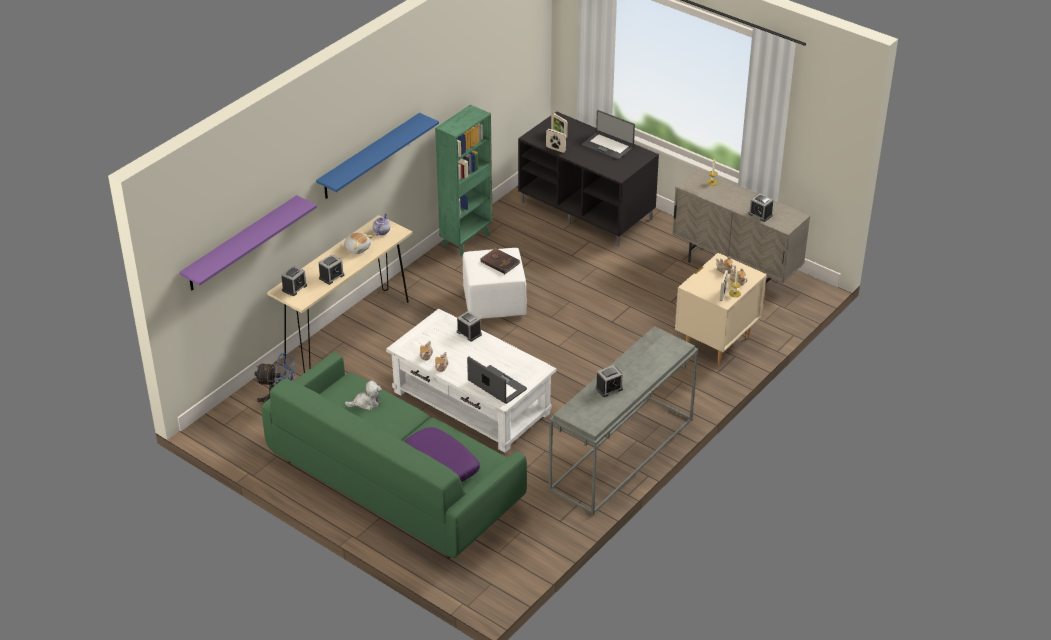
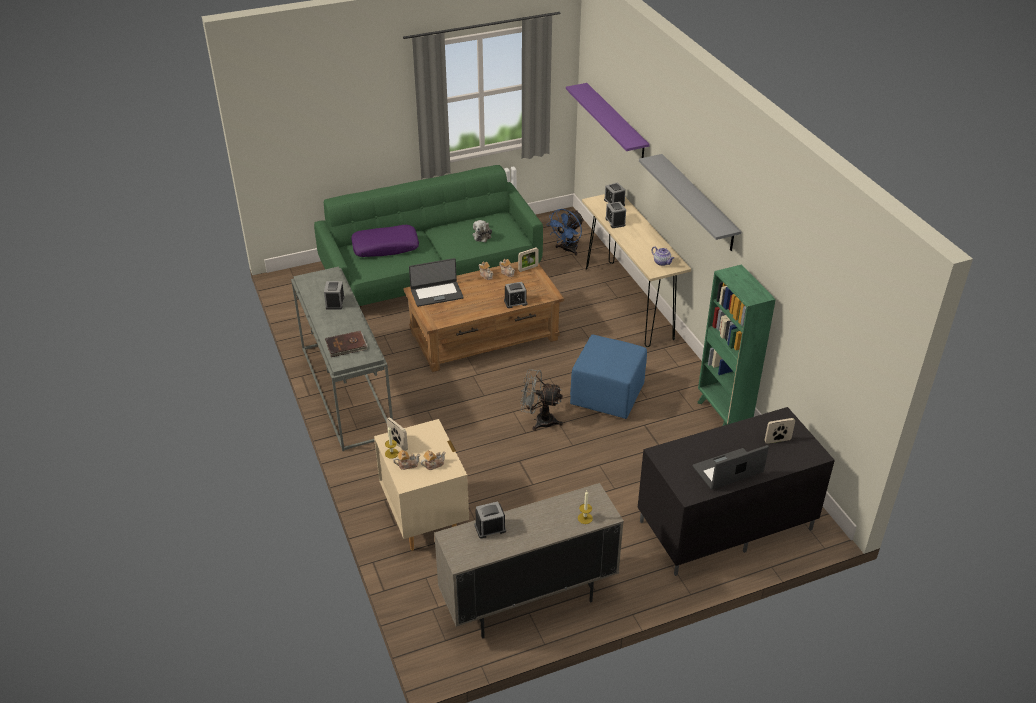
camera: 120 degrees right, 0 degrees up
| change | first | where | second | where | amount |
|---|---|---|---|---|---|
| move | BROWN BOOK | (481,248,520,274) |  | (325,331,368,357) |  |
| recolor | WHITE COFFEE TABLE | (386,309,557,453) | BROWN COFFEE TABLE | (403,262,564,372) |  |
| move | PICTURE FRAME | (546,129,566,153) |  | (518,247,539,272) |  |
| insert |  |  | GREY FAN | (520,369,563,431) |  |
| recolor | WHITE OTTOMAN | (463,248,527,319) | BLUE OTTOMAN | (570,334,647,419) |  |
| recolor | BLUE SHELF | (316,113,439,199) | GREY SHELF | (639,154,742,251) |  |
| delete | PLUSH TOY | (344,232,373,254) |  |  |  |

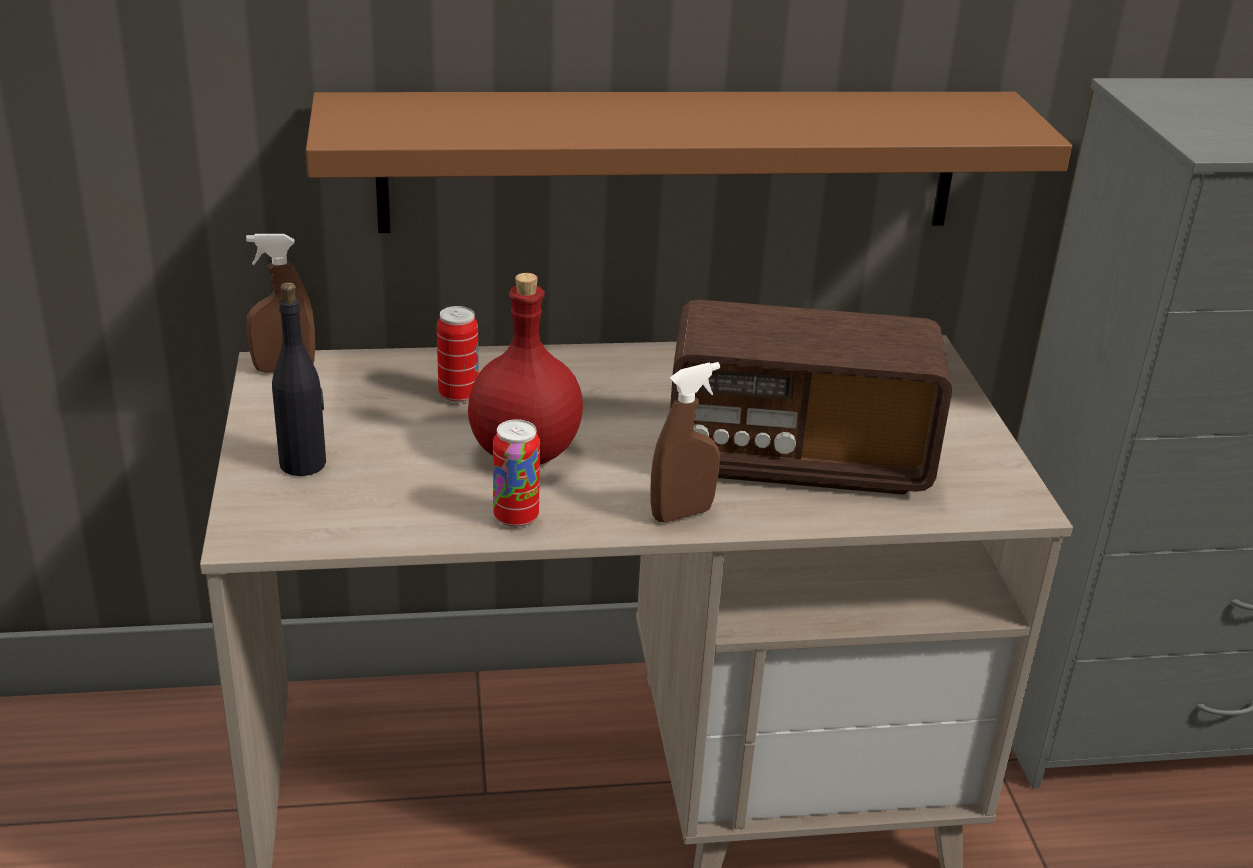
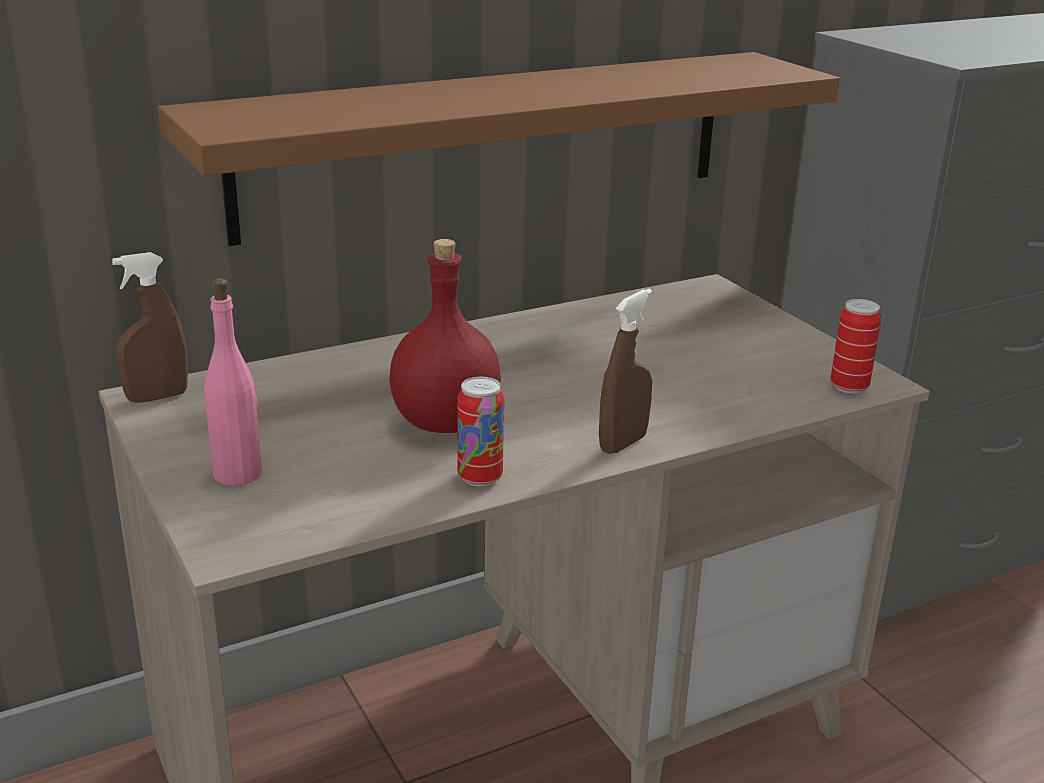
camera: 20 degrees left, 5 degrees down
| change | first | where | second | where | amount |
|---|---|---|---|---|---|
| recolor | BLACK BOTTLE | (272,282,326,476) | PINK BOTTLE | (204,278,262,486) |  |
| move | CAN | (437,306,479,403) |  | (830,299,881,394) |  |
| delete | RADIO | (670,300,952,495) |  |  |  |

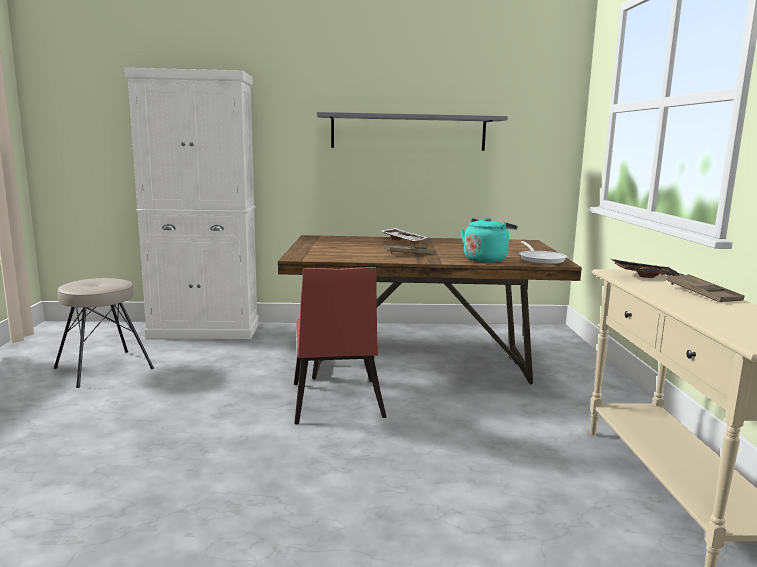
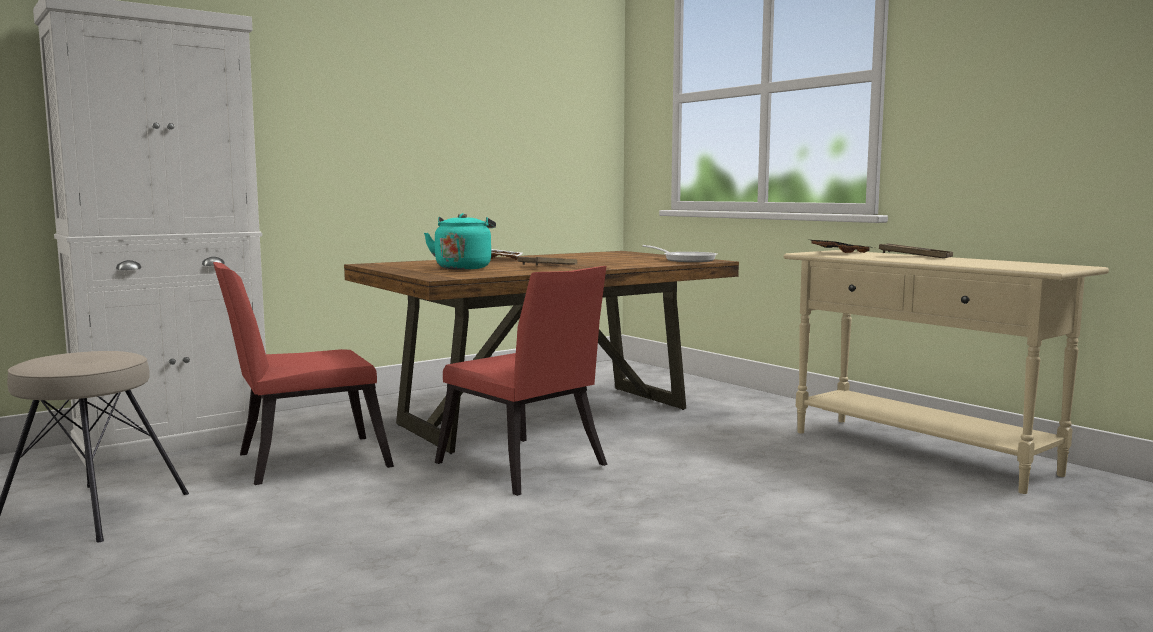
camera: 35 degrees left, 5 degrees down
| change | first | where | second | where | amount |
|---|---|---|---|---|---|
| insert |  |  | RED CHAIR | (213,262,394,485) |  |
| move | TURQUOISE KETTLE | (461,217,518,263) |  | (424,213,496,270) |  |
| delete | GREY SHELF | (317,112,508,151) |  |  |  |

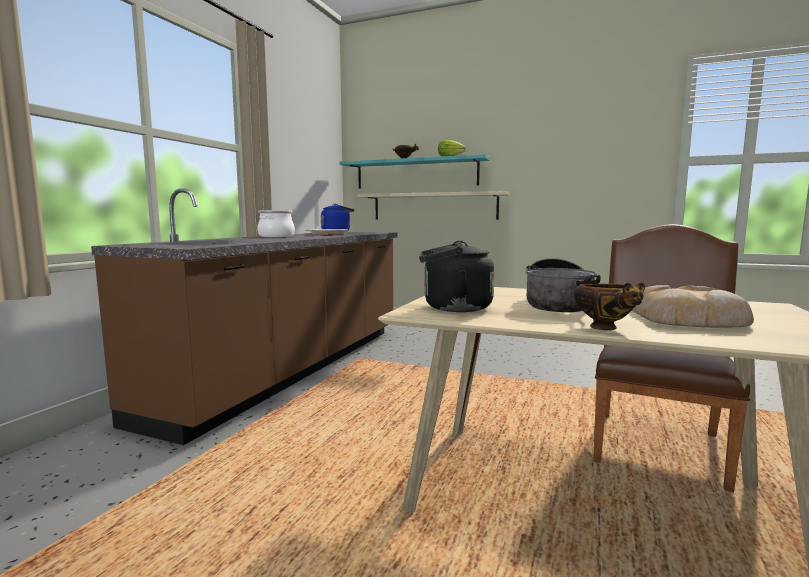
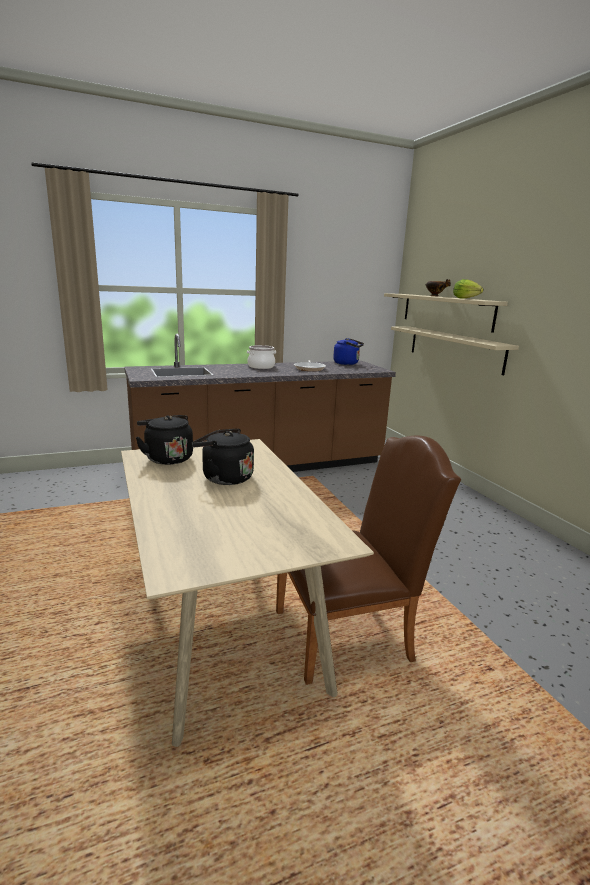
camera: 45 degrees right, 10 degrees up
| change | first | where | second | where | amount |
|---|---|---|---|---|---|
| replace | COOKING POT | (526,258,601,312) | BLACK KETTLE | (192,429,254,485) |  |
| recolor | TURQUOISE SHELF | (339,154,490,188) | BEIGE SHELF | (384,293,508,333) |  |
| delete | BOWL | (574,282,645,331) |  |  |  |
| delete | BREAD | (632,285,754,327) |  |  |  |

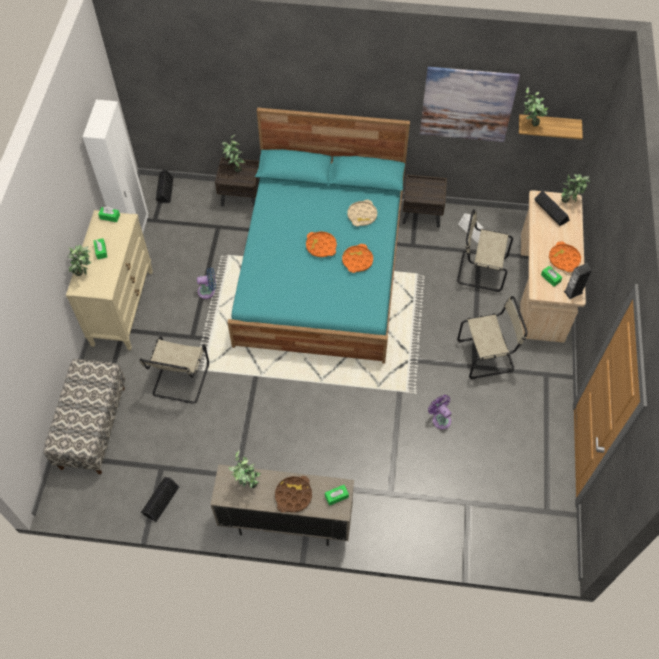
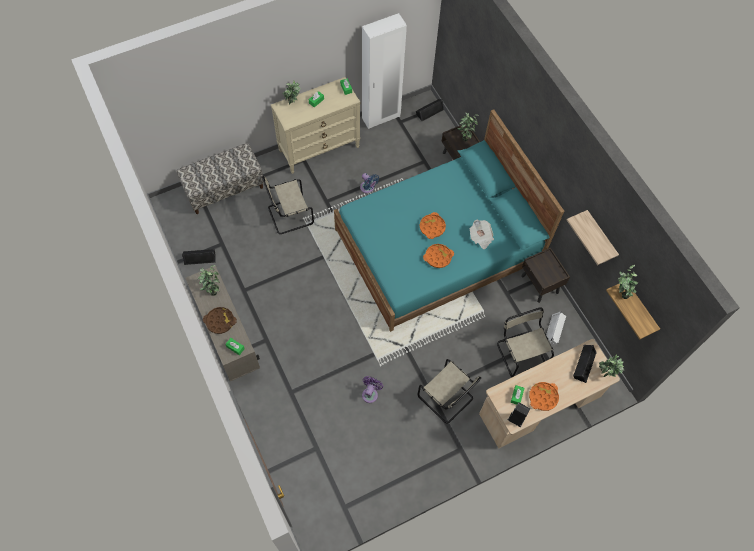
camera: 55 degrees right, 5 degrees up
| change | first | where | second | where | amount |
|---|---|---|---|---|---|
| replace | BEIGE TRAY | (347,200,377,226) | NEWSPAPER | (470,219,494,249) |  |
| replace | PICTURE | (420,67,520,142) | SHELF | (567,210,619,265) |  |

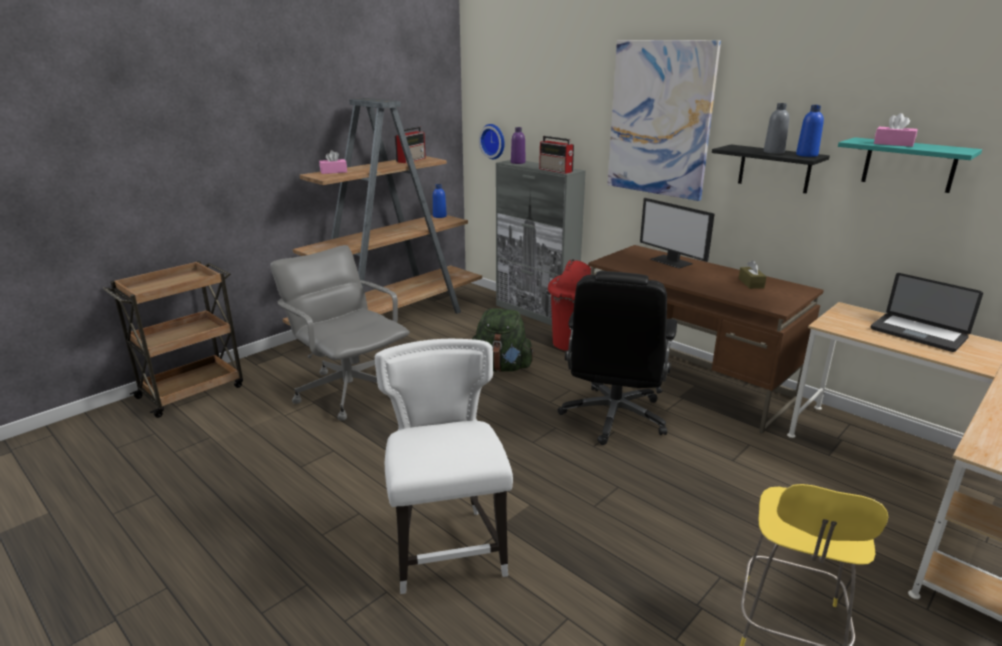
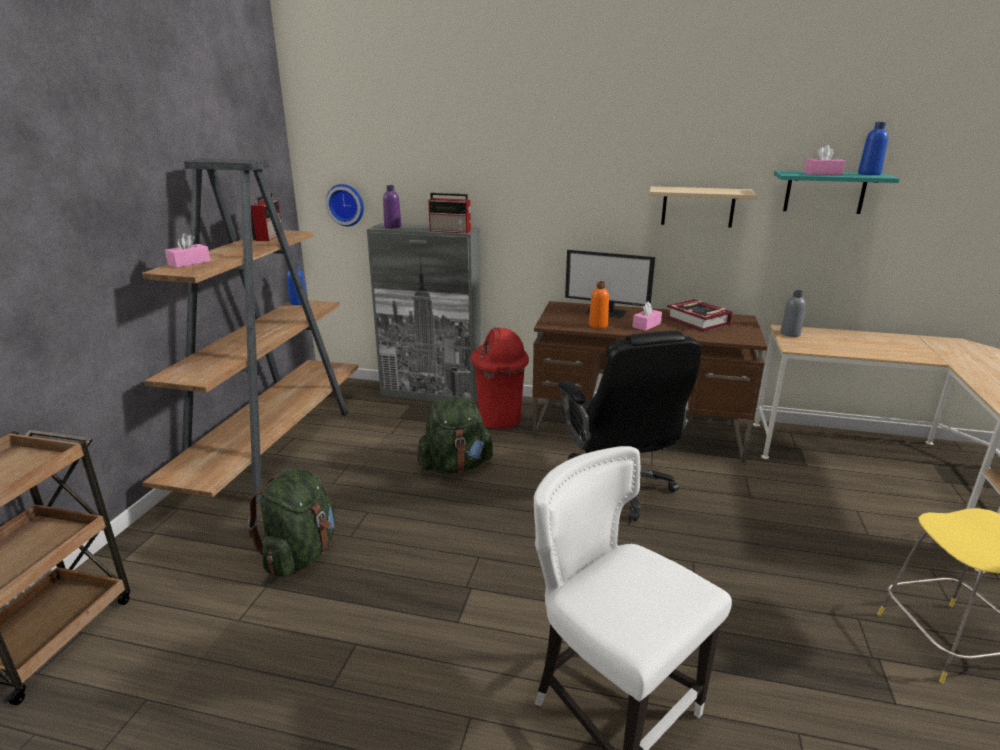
camera: 30 degrees left, 0 degrees up
| change | first | where | second | where | amount |
|---|---|---|---|---|---|
| replace | GREY OFFICE CHAIR | (270,245,410,421) | GREEN BACKPACK | (247,469,335,577) |  |
| insert |  |  | ORANGE BOTTLE | (589,281,609,328) |  |
| insert |  |  | PINK TISSUE BOX | (632,302,662,331) |  |
| recolor | BLACK SHELF | (712,144,830,193) | BEIGE SHELF | (649,186,757,228) |  |
| replace | BROWN TISSUE BOX | (739,260,766,289) | BOOK | (666,299,733,331) |  |
| move | GREY BOTTLE | (764,103,789,154) |  | (780,290,806,337) |  |
| move | BLUE BOTTLE | (796,105,824,157) |  | (858,122,888,175) |  |
| delete | PICTURE | (607,40,721,201) |  |  |  |
| delete | LAPTOP | (871,273,983,352) |  |  |  |

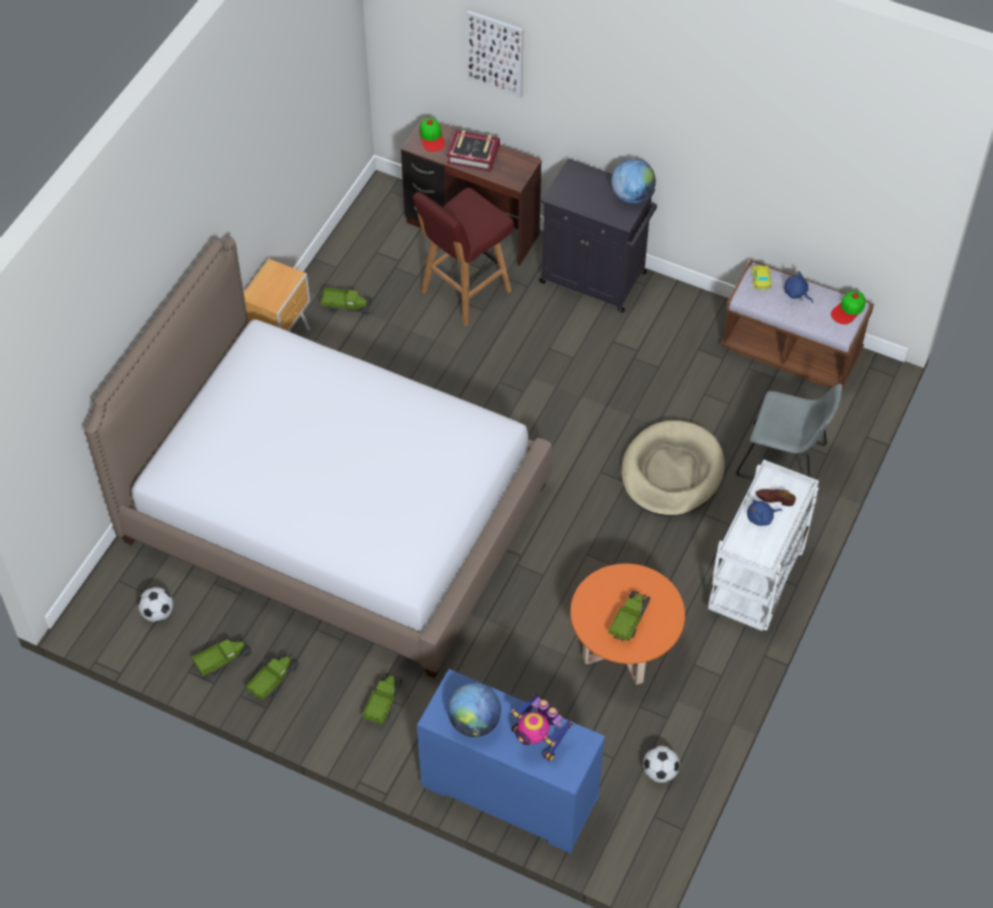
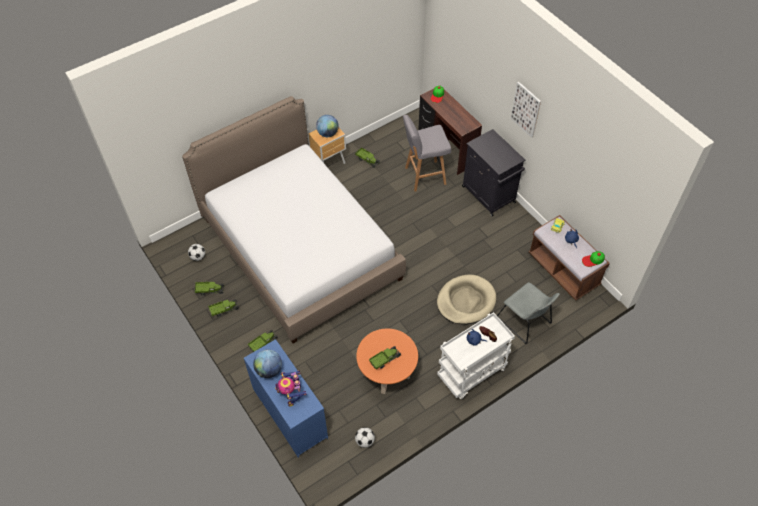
camera: 30 degrees right, 0 degrees up
| change | first | where | second | where | amount |
|---|---|---|---|---|---|
| move | GLOBE | (611,159,656,203) |  | (316,115,339,137) |  |
| recolor | RED STOOL | (412,187,514,326) | GREY STOOL | (403,115,451,192) |  |
| move | PICTURE | (467,10,523,98) |  | (511,81,541,138) |  |
| delete | BOOK | (446,130,500,172) |  |  |  |

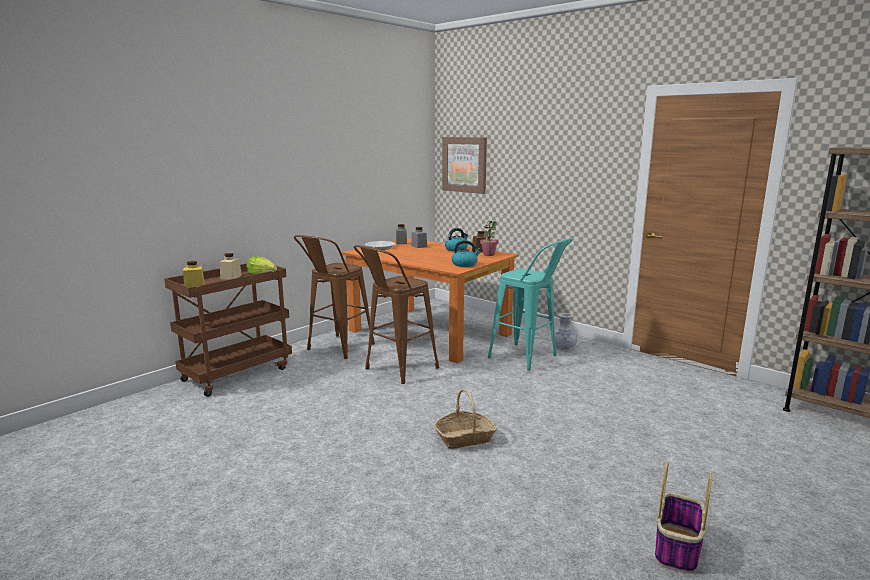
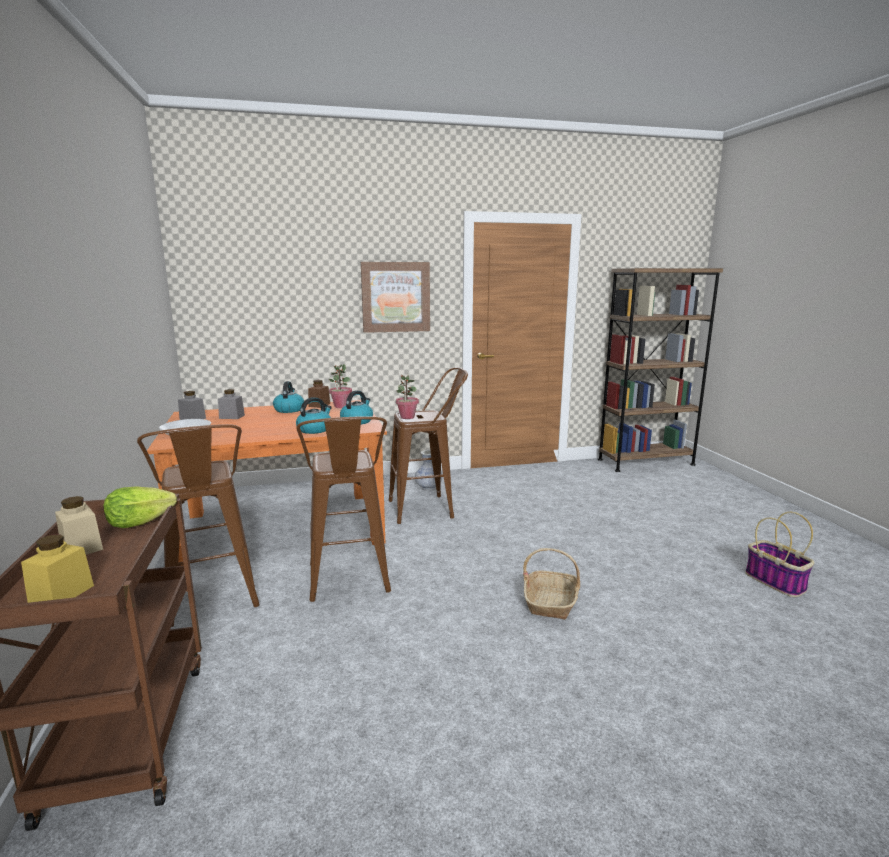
camera: 55 degrees left, 0 degrees up
| change | first | where | second | where | amount |
|---|---|---|---|---|---|
| insert |  |  | KETTLE | (296,397,332,434) |  |
| move | PICTURE | (442,137,487,194) |  | (361,262,430,333) |  |
| recolor | TURQUOISE STOOL | (488,238,573,371) | BROWN STOOL | (389,367,468,524) |  |
| insert |  |  | POTTED PLANT | (396,374,419,419) |  |

